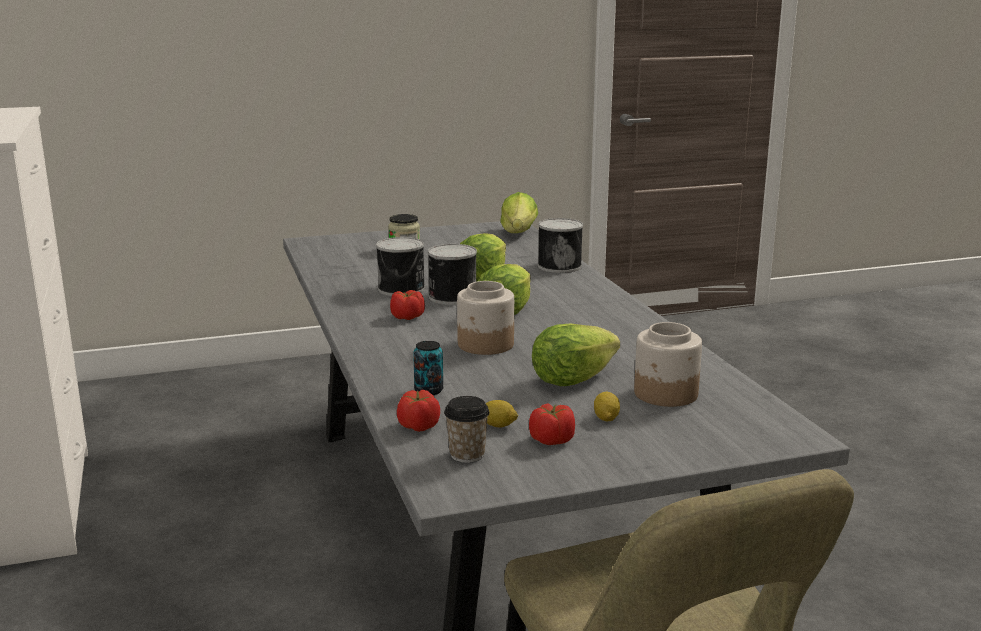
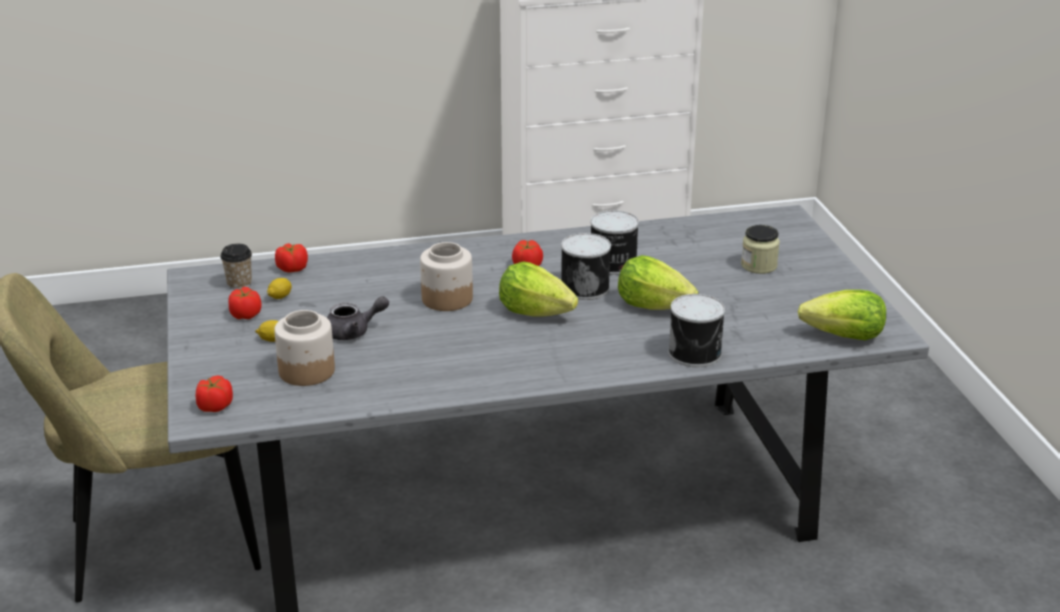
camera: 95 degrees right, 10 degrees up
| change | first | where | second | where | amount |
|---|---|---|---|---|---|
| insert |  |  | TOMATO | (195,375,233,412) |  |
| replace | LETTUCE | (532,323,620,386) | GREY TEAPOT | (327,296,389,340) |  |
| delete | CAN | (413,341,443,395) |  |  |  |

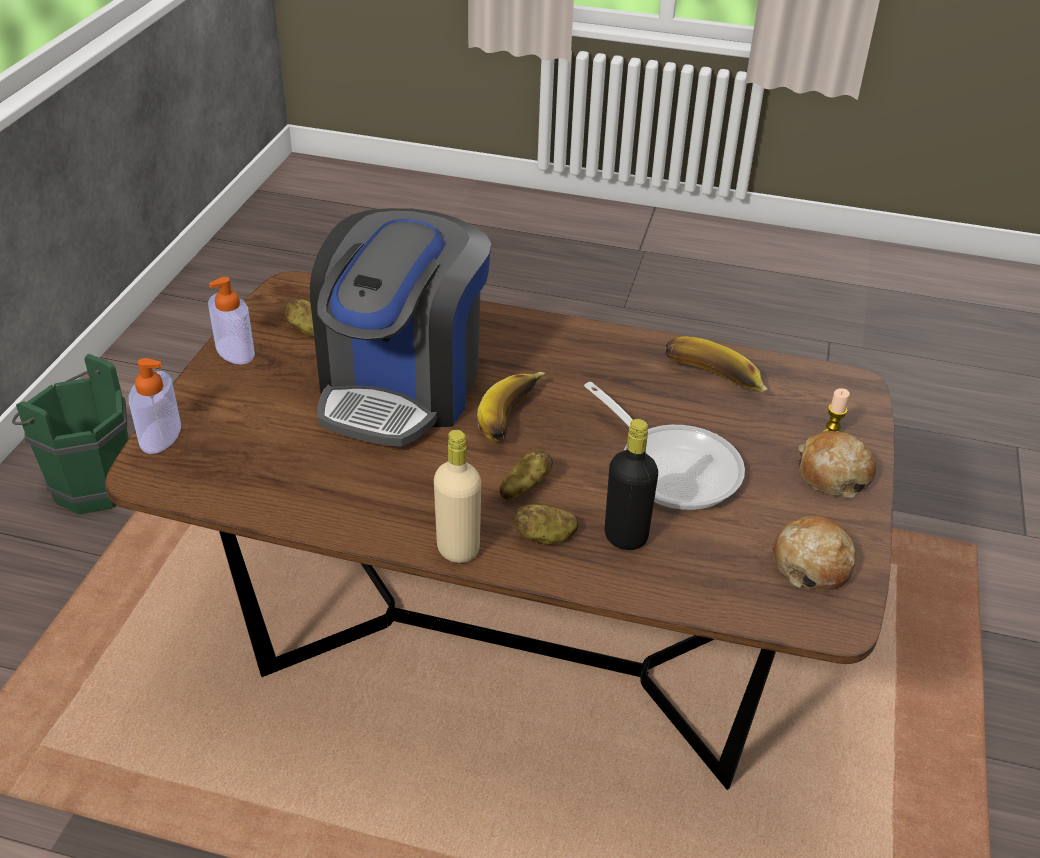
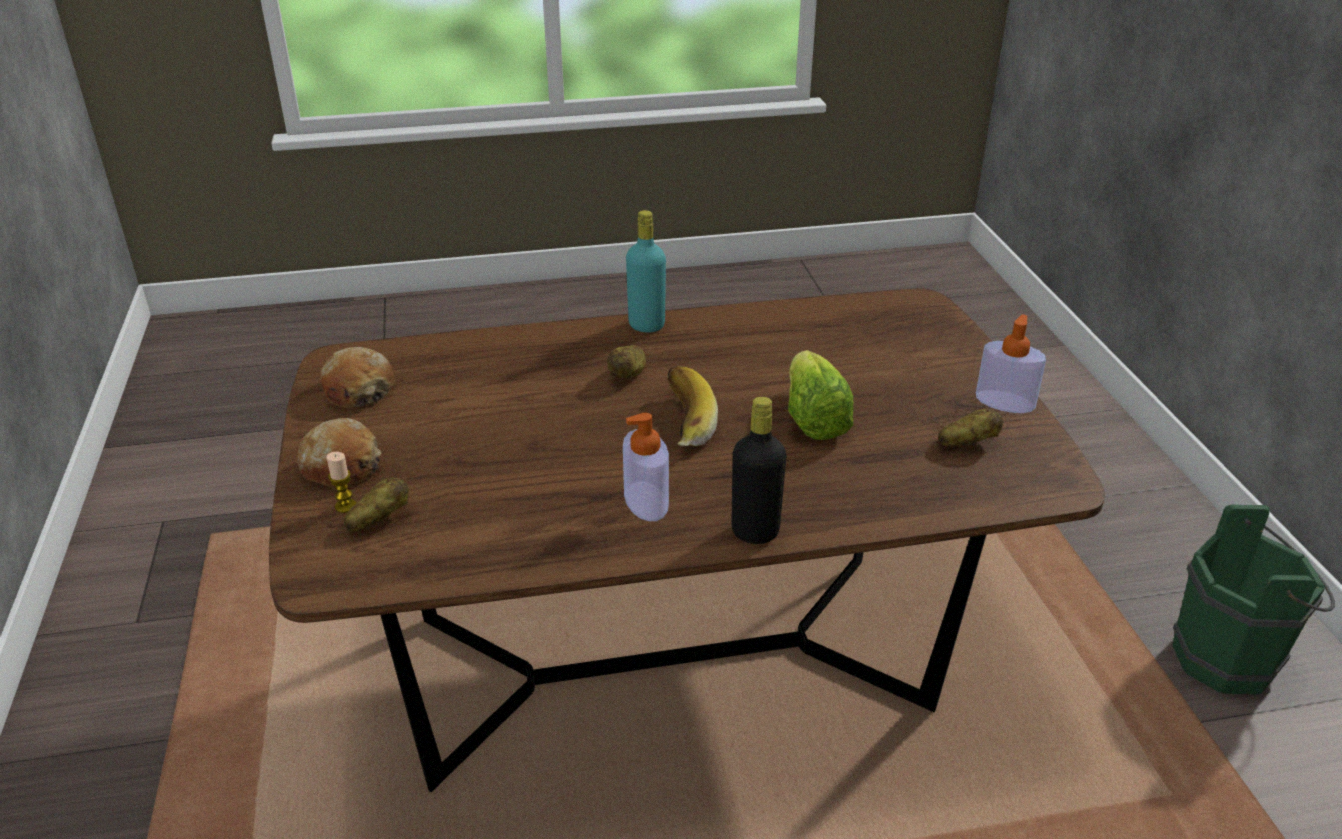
camera: 155 degrees right, 5 degrees down
| change | first | where | second | where | amount |
|---|---|---|---|---|---|
| move | POTATO | (514,504,578,544) |  | (344,477,409,532) |  |
| move | SOAP DISPENSER | (129,358,181,454) |  | (623,413,669,521) |  |
| recolor | BEIGE BOTTLE | (434,430,481,563) | TURQUOISE BOTTLE | (626,210,666,332) |  |
| move | BLACK BOTTLE | (605,419,658,550) |  | (731,397,786,544) |  |
| replace | COFFEE MACHINE | (310,208,491,447) | LETTUCE | (788,350,854,440) |  |
| delete | FRYING PAN | (584,382,745,510) |  |  |  |
| delete | BANANA | (665,336,767,392) |  |  |  |

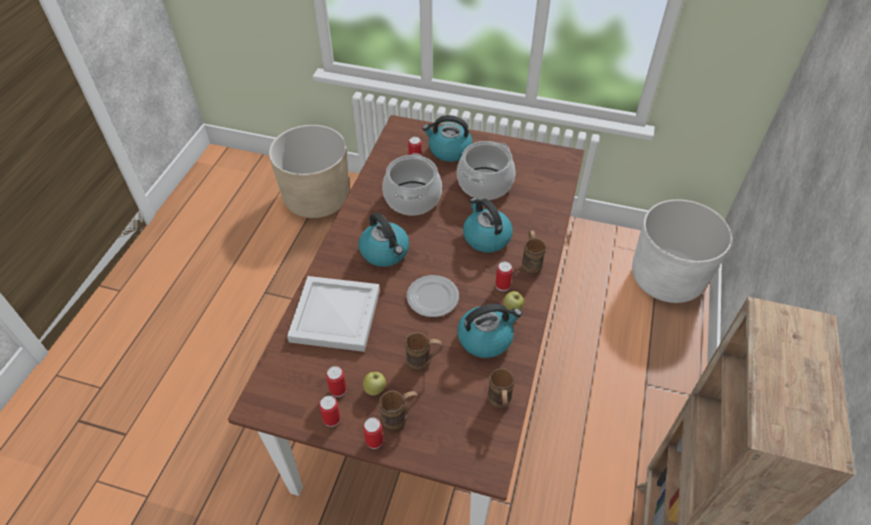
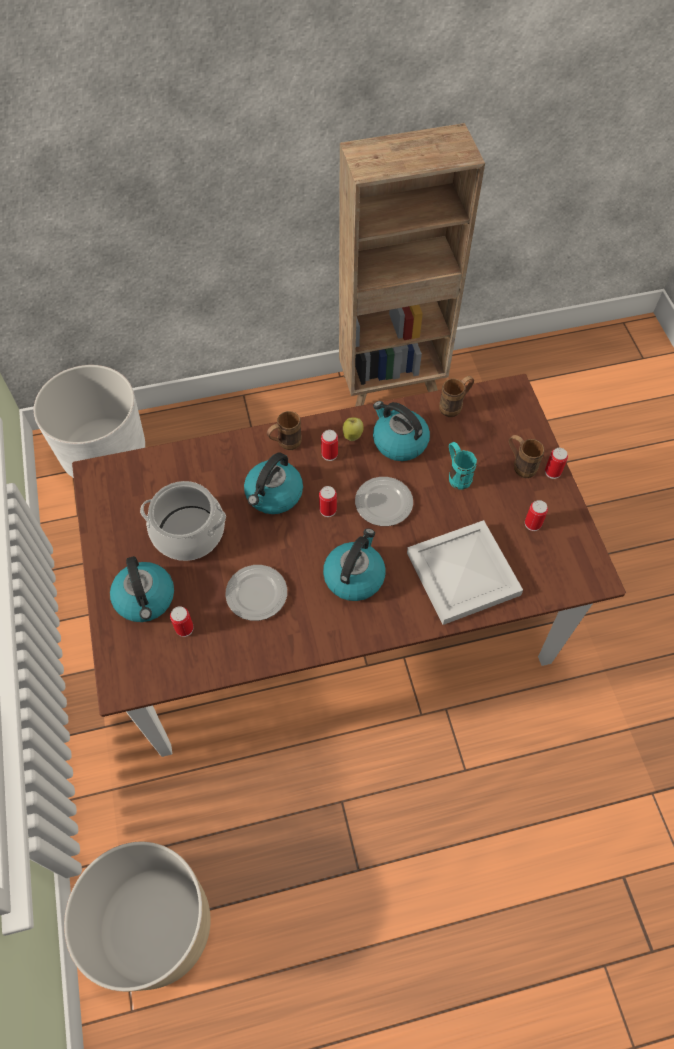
camera: 120 degrees left, 10 degrees up
| change | first | where | second | where | amount |
|---|---|---|---|---|---|
| replace | COOKING POT | (382,153,442,216) | PLATE | (225,565,287,621) |  |
| move | CAN | (319,396,341,427) |  | (319,486,337,517) |  |
| recolor | BROWN MUG | (405,332,443,371) | TURQUOISE MUG | (449,442,477,490) |  |
| delete | APPLE | (363,372,386,395) |  |  |  |

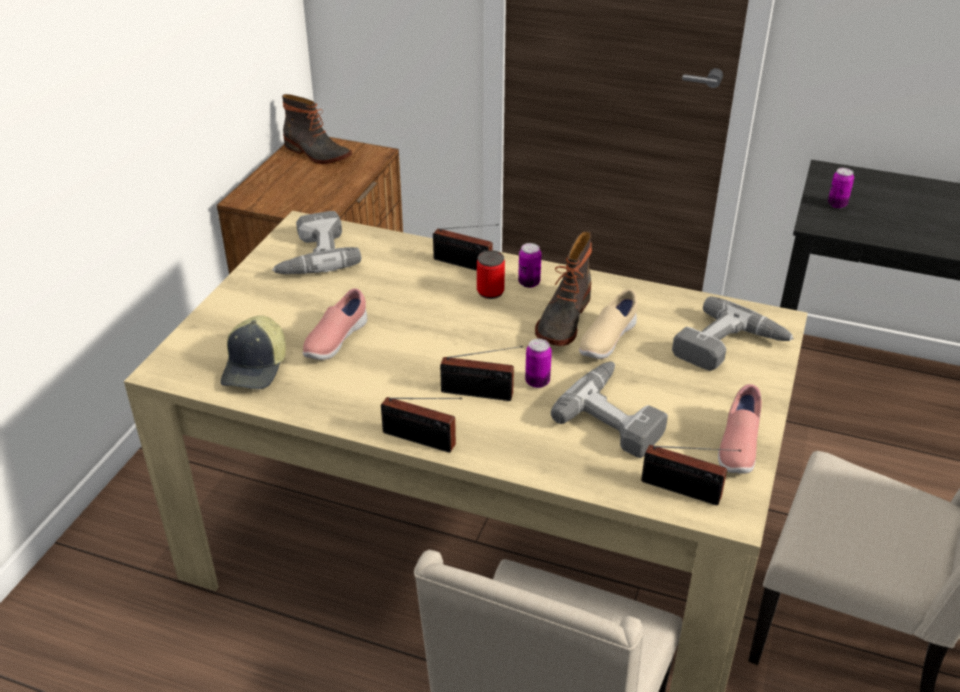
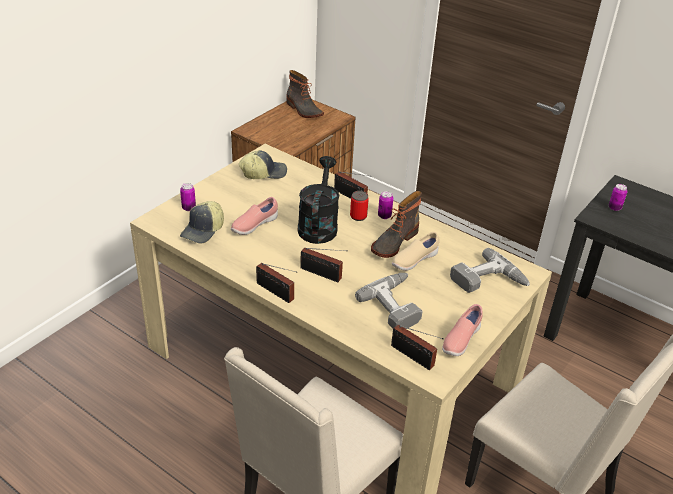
camera: 15 degrees right, 0 degrees up
| change | first | where | second | where | amount |
|---|---|---|---|---|---|
| move | CAN | (525,339,552,388) |  | (180,183,196,211) |  |
| replace | POWER DRILL | (272,211,361,274) | CAP | (239,150,287,179) |  |
| insert |  |  | BLACK WATERING CAN | (298,156,340,244) |  |

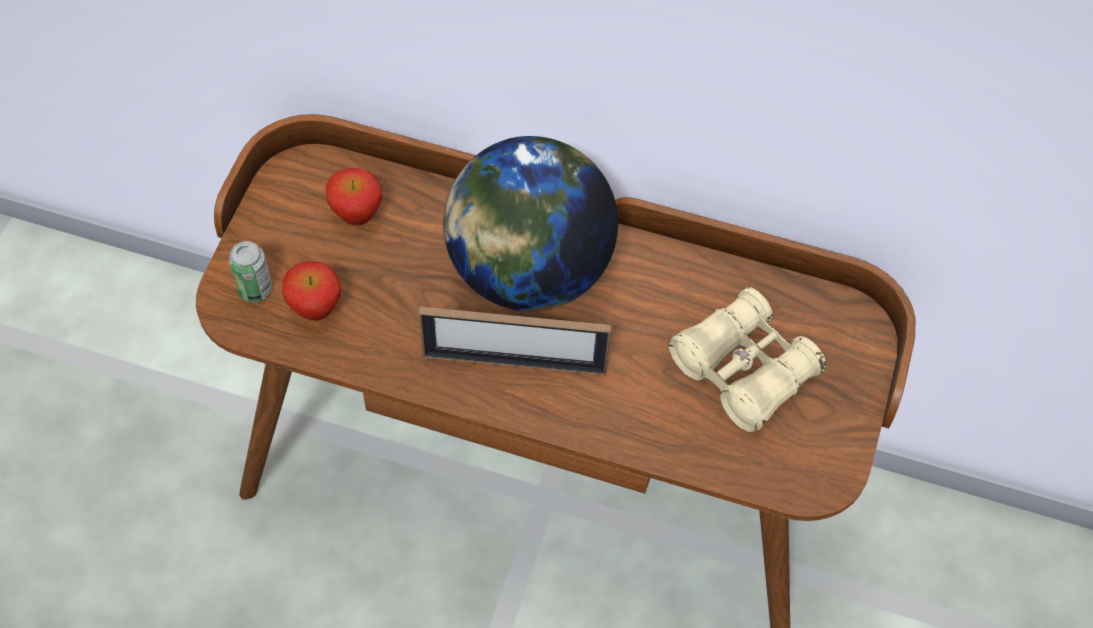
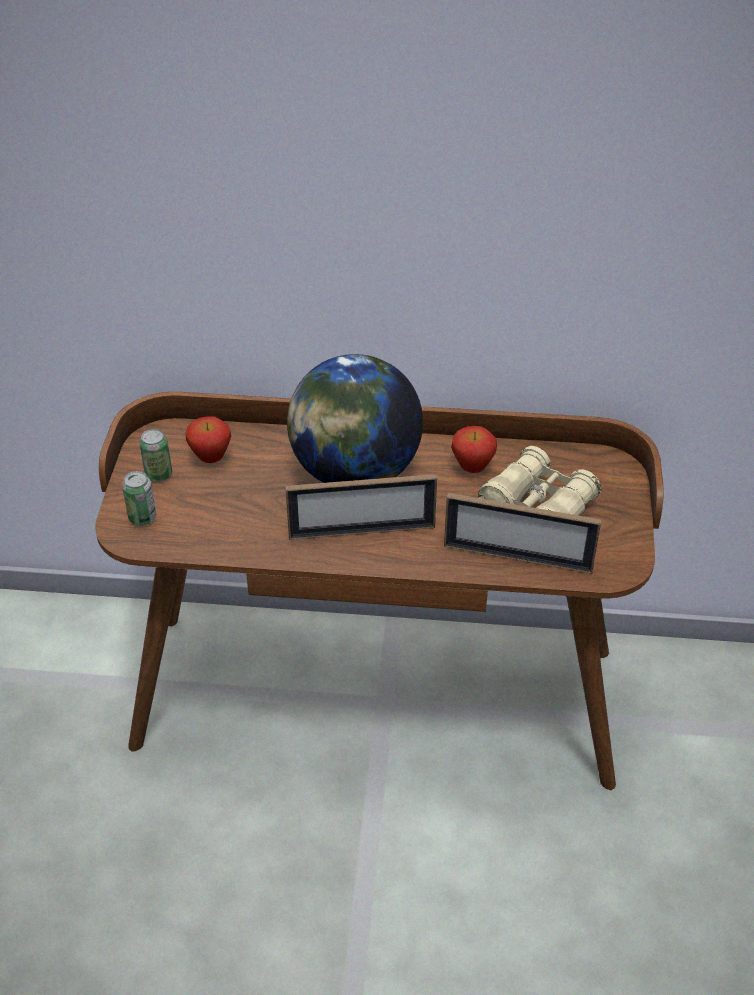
camera: 10 degrees left, 15 degrees down
| change | first | where | second | where | amount |
|---|---|---|---|---|---|
| insert |  |  | CAN | (140,429,172,482) |  |
| insert |  |  | PICTURE FRAME | (444,493,601,574) |  |
| move | APPLE | (282,261,341,321) |  | (451,426,497,473) |  |

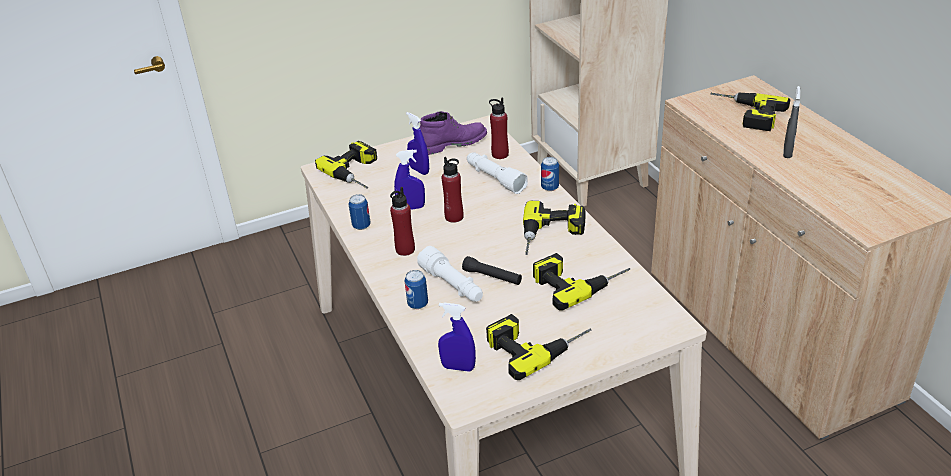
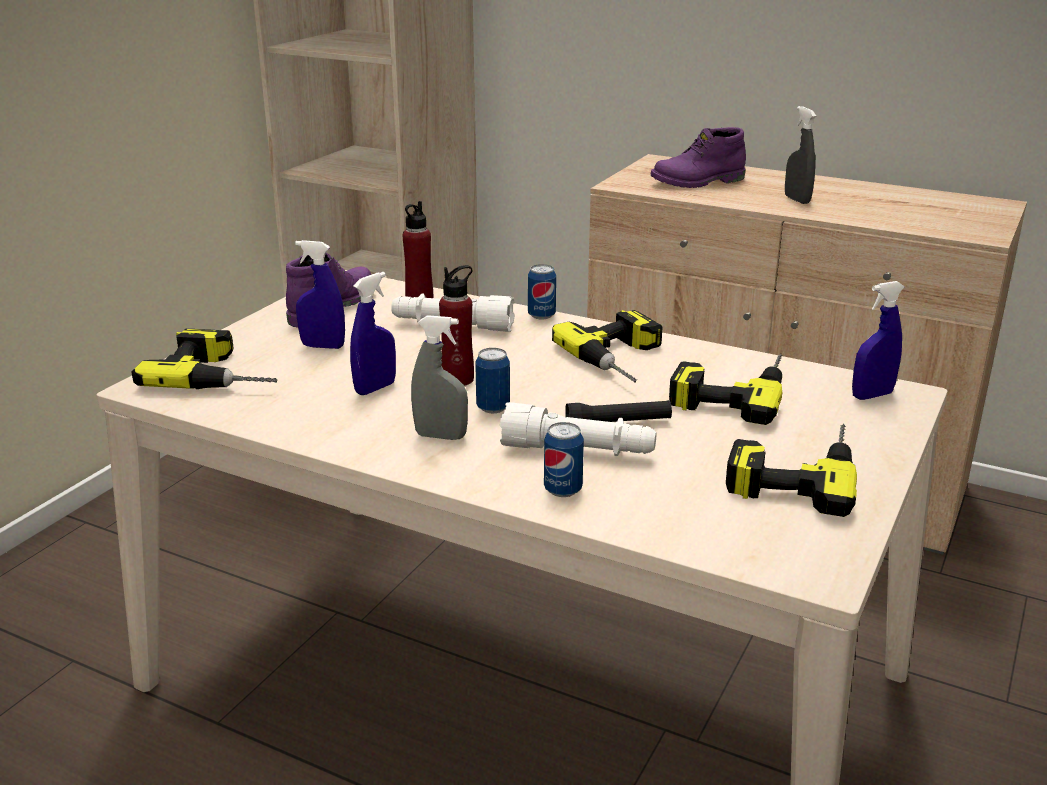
camera: 40 degrees left, 10 degrees down
| change | first | where | second | where | amount |
|---|---|---|---|---|---|
| replace | RED BOTTLE | (390,187,415,256) | GREY SPRAY BOTTLE | (411,315,468,440) |  |
| move | CAN | (349,194,371,230) |  | (475,348,510,414) |  |
| replace | POWER DRILL | (710,93,790,131) | PURPLE BOOT | (650,127,746,188) |  |
| move | BLUE SPRAY BOTTLE | (438,302,476,372) |  | (852,281,905,400) |  |

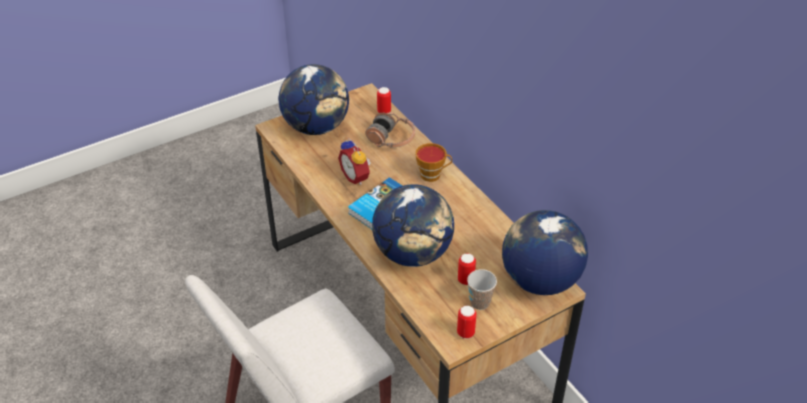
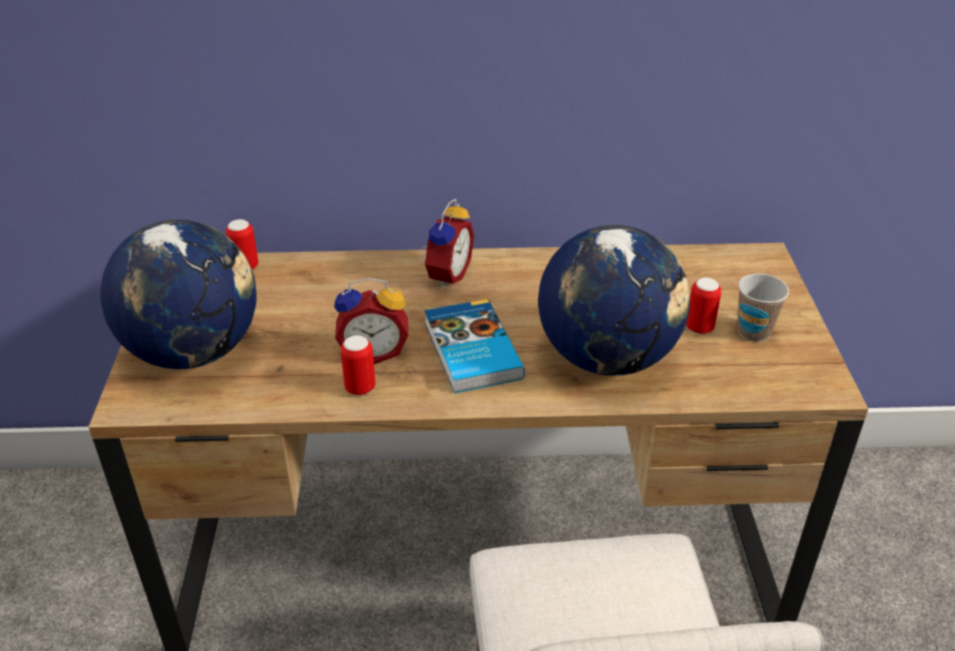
camera: 60 degrees left, 5 degrees down
| change | first | where | second | where | amount |
|---|---|---|---|---|---|
| move | CAN | (457,306,476,339) |  | (341,335,375,396) |  |
| replace | CUP | (415,143,452,182) | ALARM CLOCK | (421,199,474,288) |  |
| delete | HEADPHONES | (366,112,415,148) |  |  |  |
| delete | GLOBE | (502,210,588,295) |  |  |  |

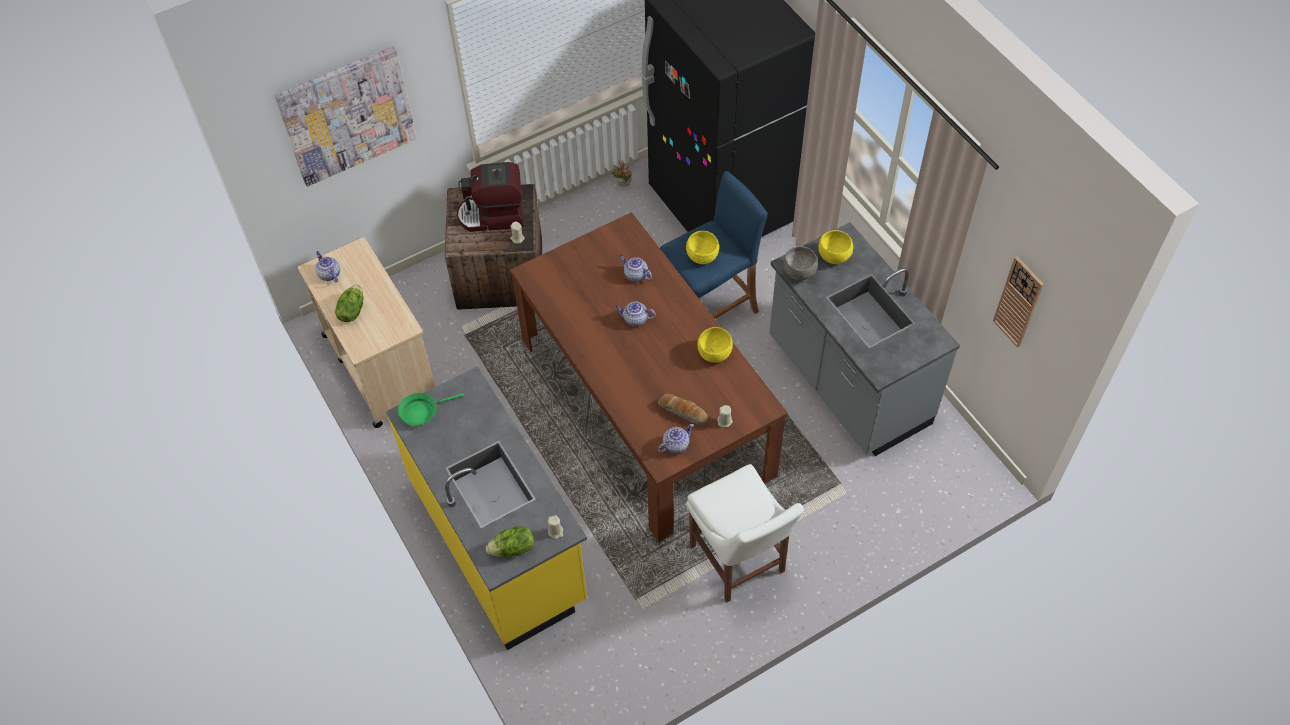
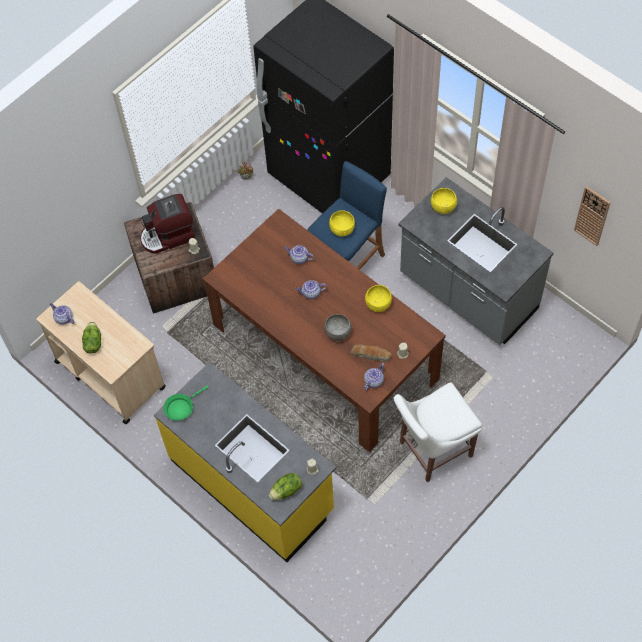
camera: 15 degrees left, 5 degrees up
| change | first | where | second | where | amount |
|---|---|---|---|---|---|
| move | GREY BOWL | (783,246,818,280) |  | (324,314,352,341) |  |
| rotate | WHITE CHAIR | (686,464,804,602) |  | (394,382,482,483) | 105 degrees clockwise |
| delete | PICTURE | (274,46,417,186) |  |  |  |

